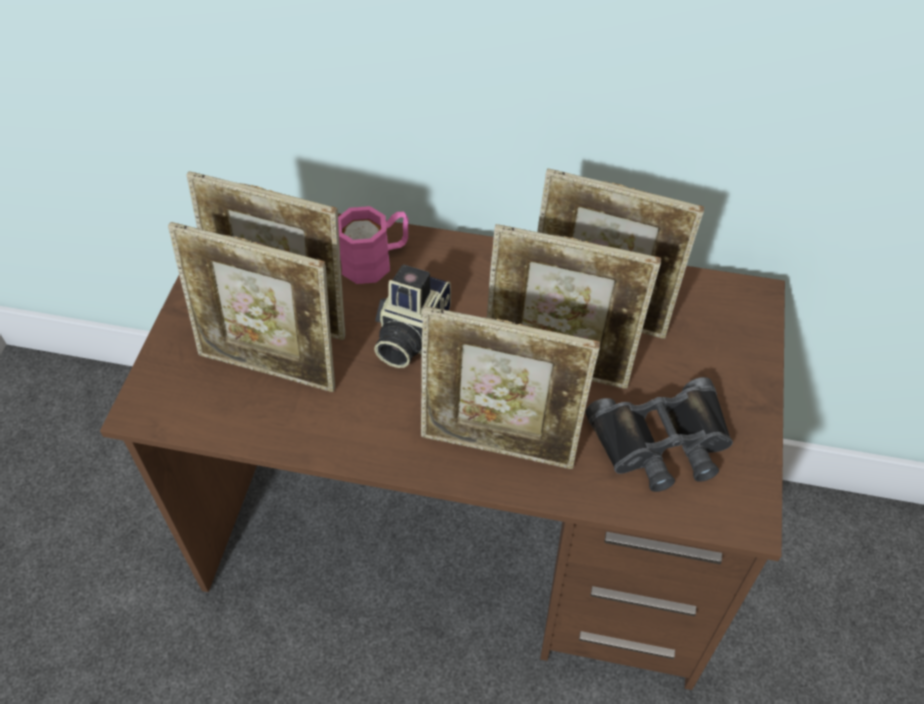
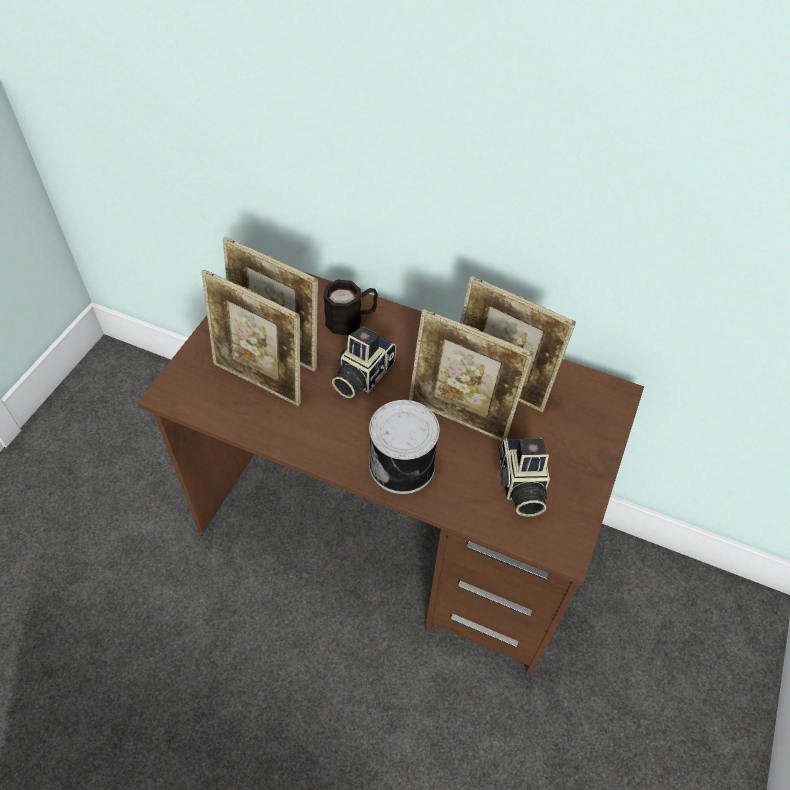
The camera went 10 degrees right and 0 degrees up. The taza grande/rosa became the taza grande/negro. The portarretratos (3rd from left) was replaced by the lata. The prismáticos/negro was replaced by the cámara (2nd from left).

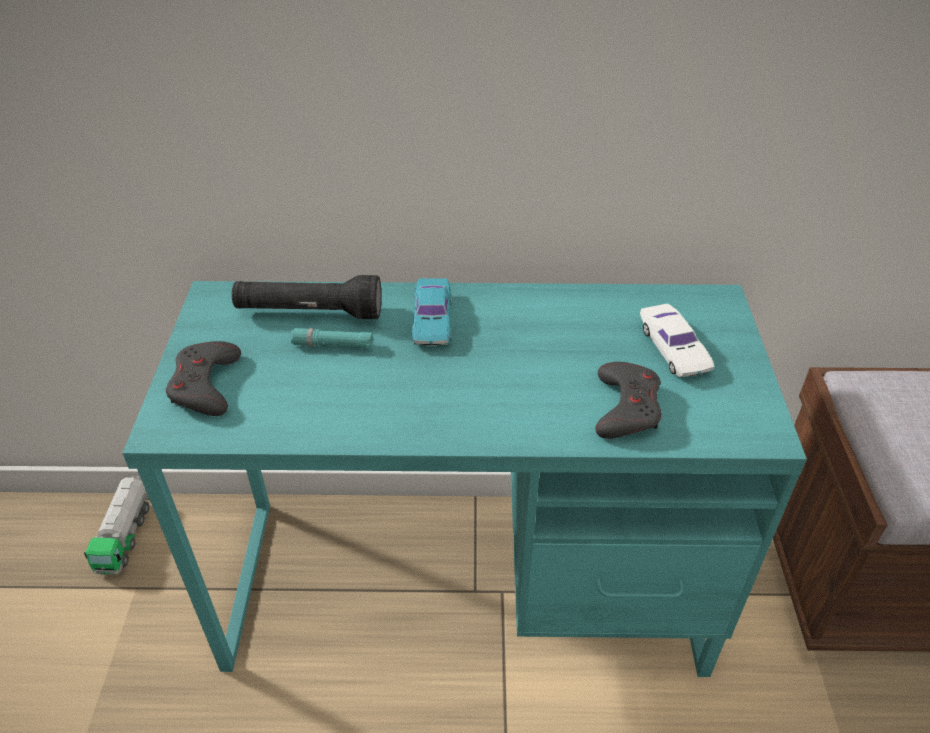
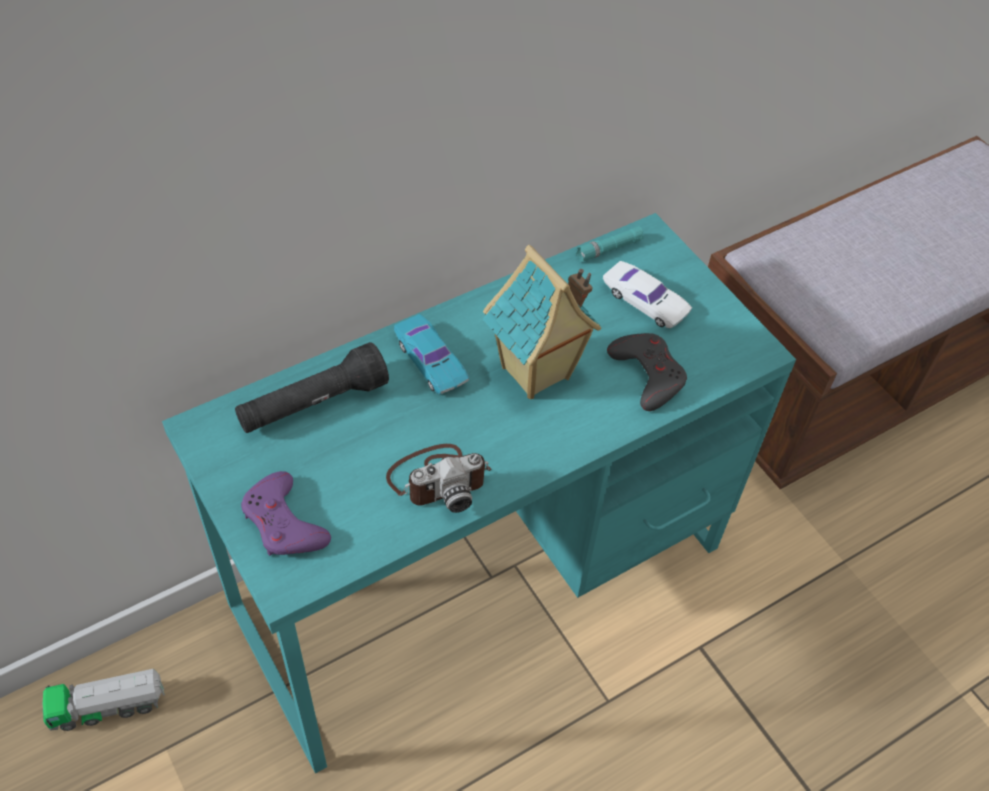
The camera went 35 degrees left and 10 degrees up. The camión de juguete turned 105 degrees clockwise. The mando de consola/gris (1st from left) became the mando de consola/morado. The cámara appeared. The casita appeared. The linterna/turquesa moved.

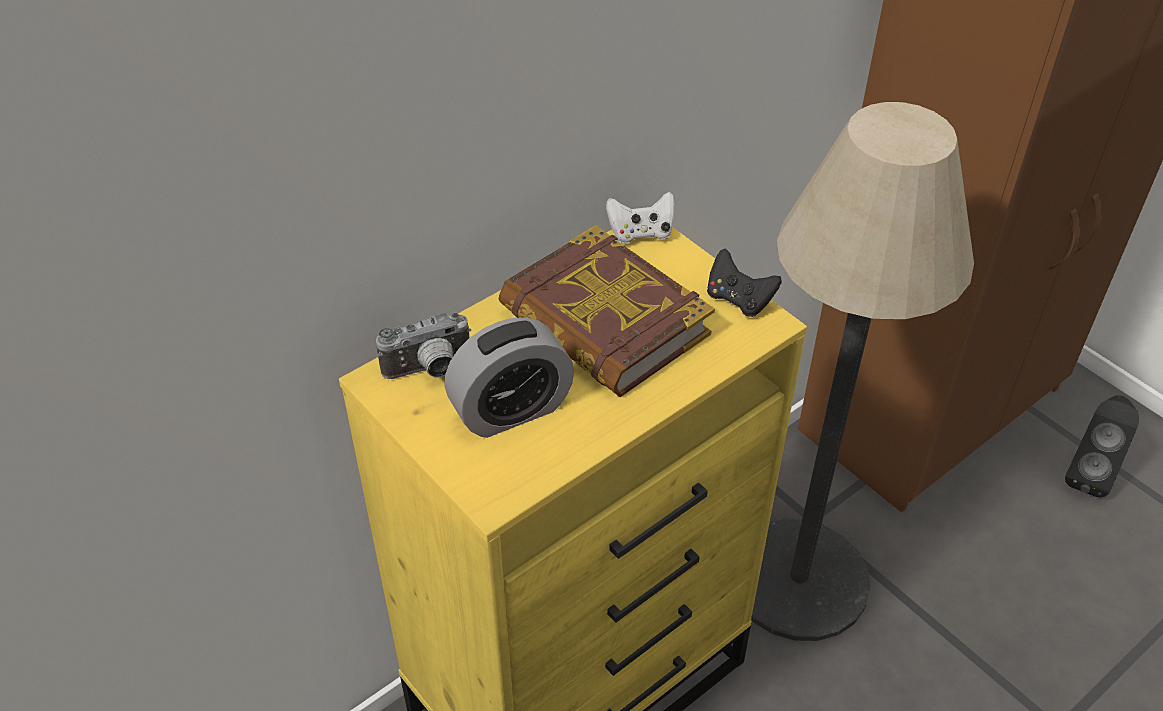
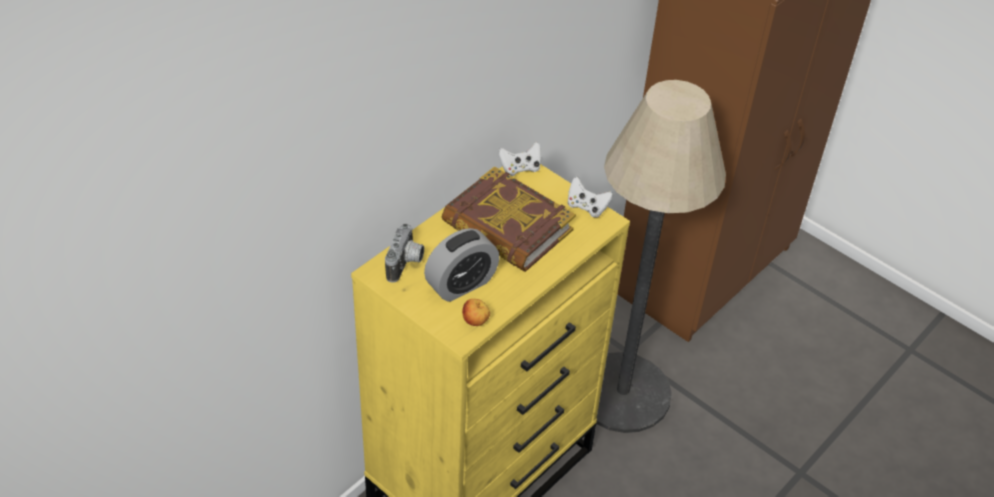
The camera went 10 degrees left and 0 degrees up. The cámara turned 45 degrees counterclockwise. The manzana appeared. The mando de consola/negro became the mando de consola/blanco (2nd from left). The altavoz/negro disappeared.

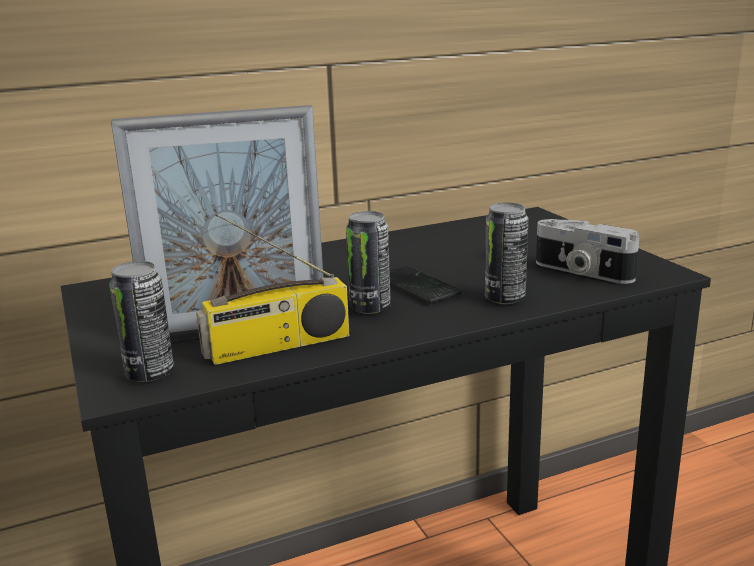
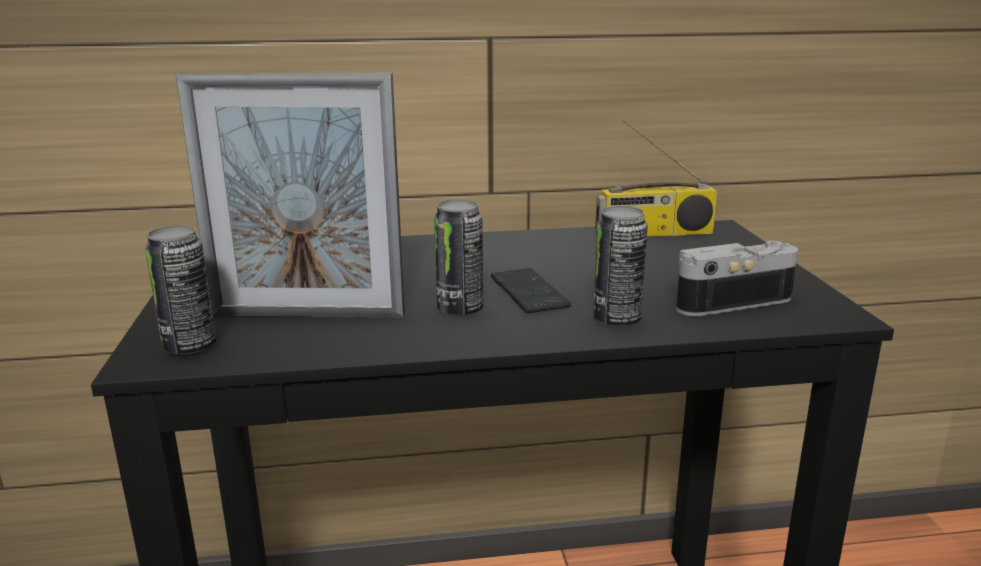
The camera went 15 degrees right and 0 degrees up. The radio moved. The cámara turned 105 degrees clockwise.

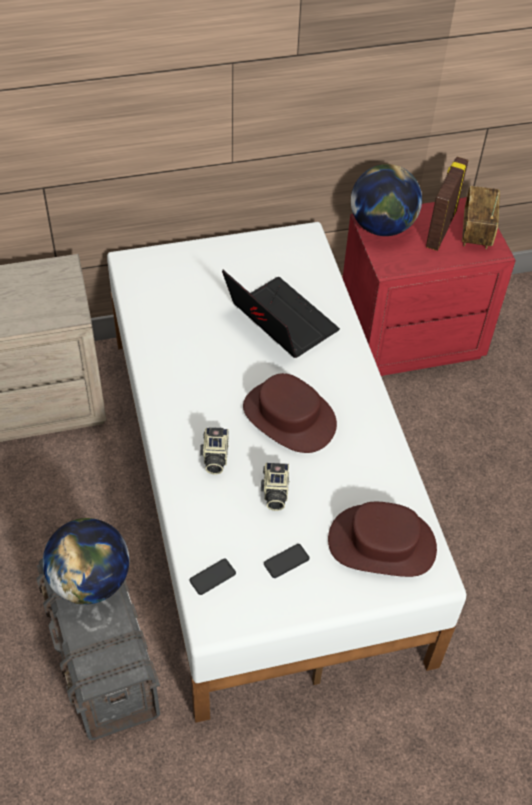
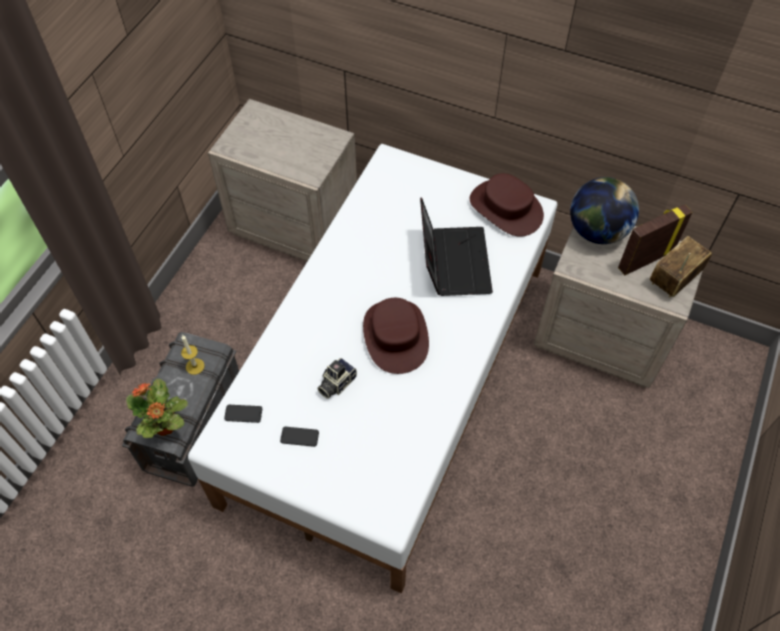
The camera went 40 degrees right and 5 degrees up. The planta en maceta appeared. The globo terráqueo (1st from left) was replaced by the vela. The sombrero/marrón (2nd from left) moved. The mesita de noche/rojo became the mesita de noche/beis (2nd from left). The cámara (1st from left) disappeared.

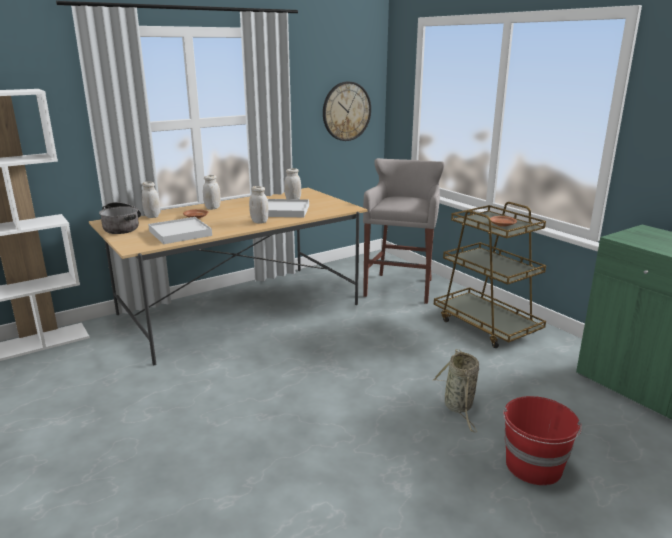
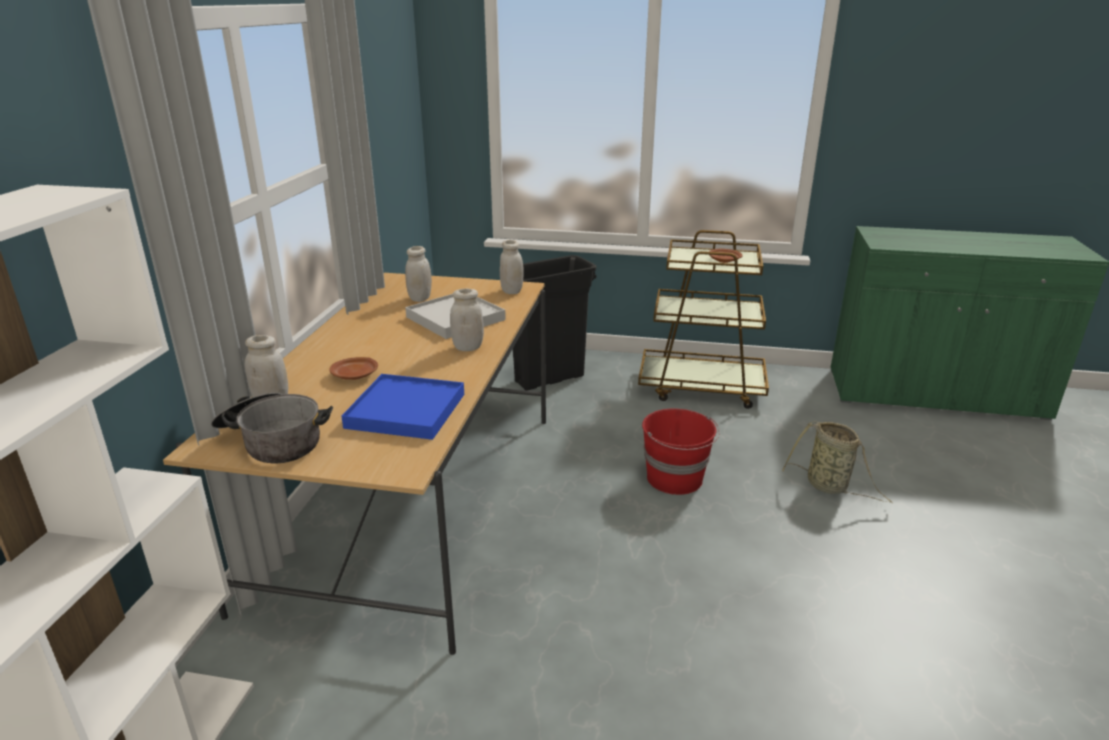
The camera went 45 degrees left and 5 degrees up. The bandeja/blanco (1st from left) became the bandeja/azul. The tarro/blanco (2nd from left in the first image) moved. The taburete/gris was replaced by the papelera/negro. The cubo/rojo moved. The reloj de pared disappeared.

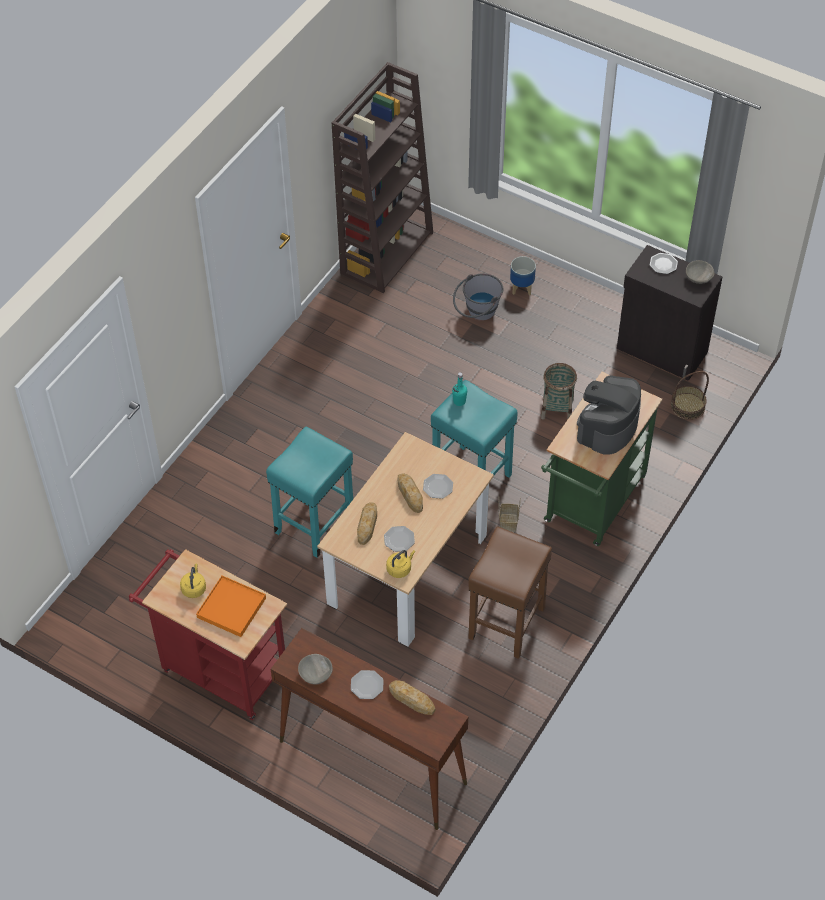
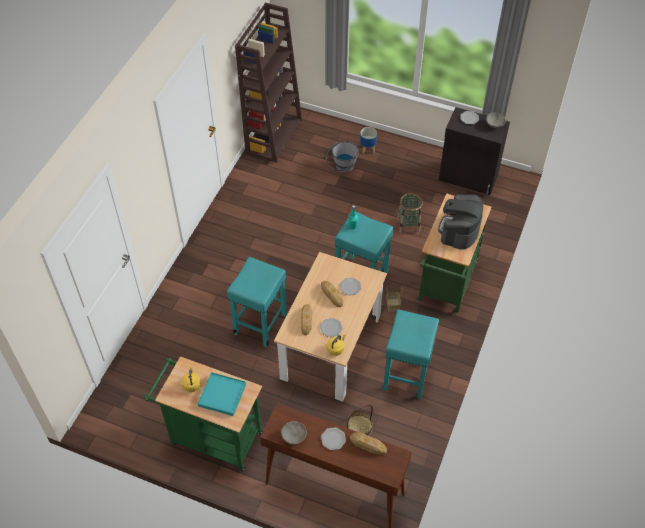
The camera went 10 degrees left and 0 degrees up. The carrito/rojo became the carrito/verde (1st from left). The bandeja/naranja became the bandeja/turquesa. The cesta (3rd from left in the first image) moved. The taburete/marrón became the taburete/turquesa (3rd from left).

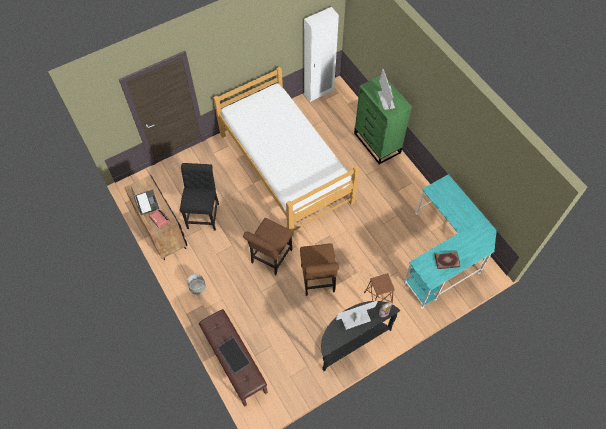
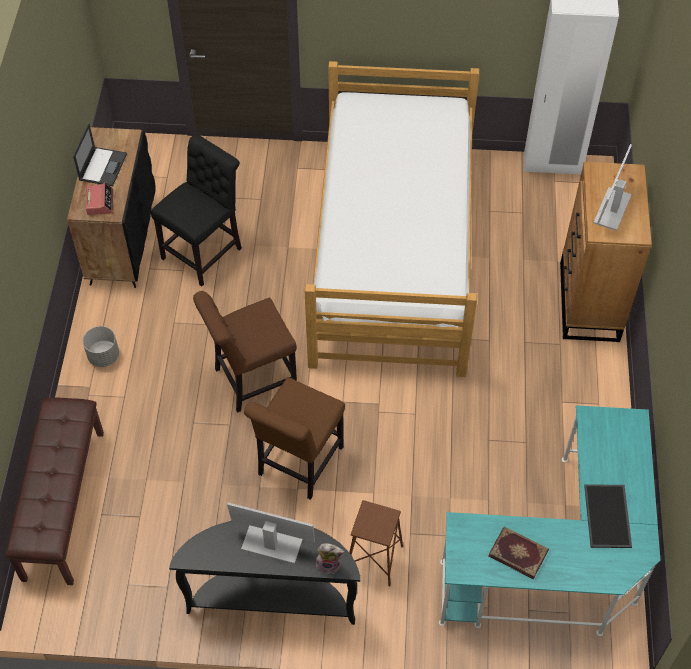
The camera went 35 degrees right and 5 degrees down. The cómoda/verde became the cómoda/marrón. The bandeja moved.

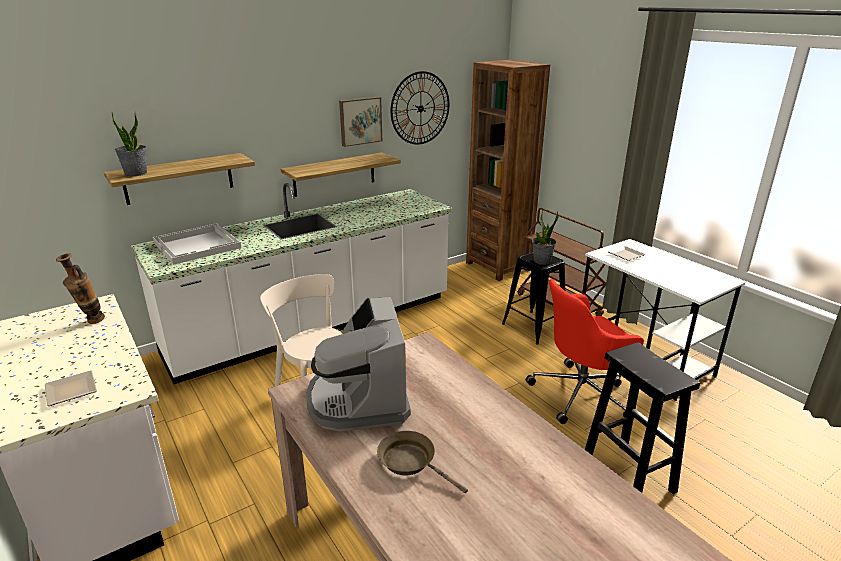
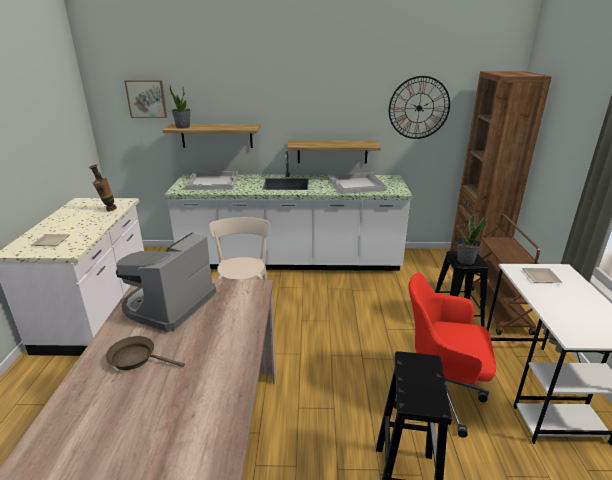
The camera went 35 degrees right and 0 degrees up. The sartén/marrón turned 60 degrees counterclockwise. The cuadro moved. The bandeja/blanco (2nd from left) appeared.

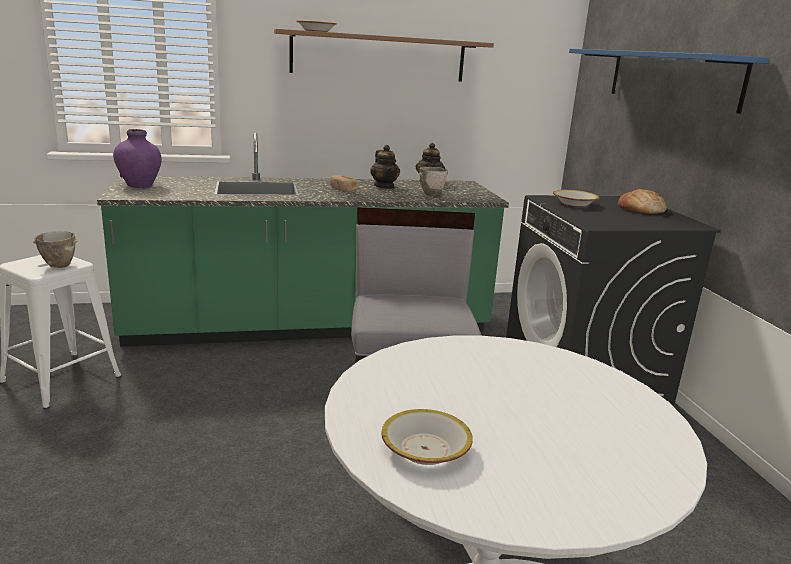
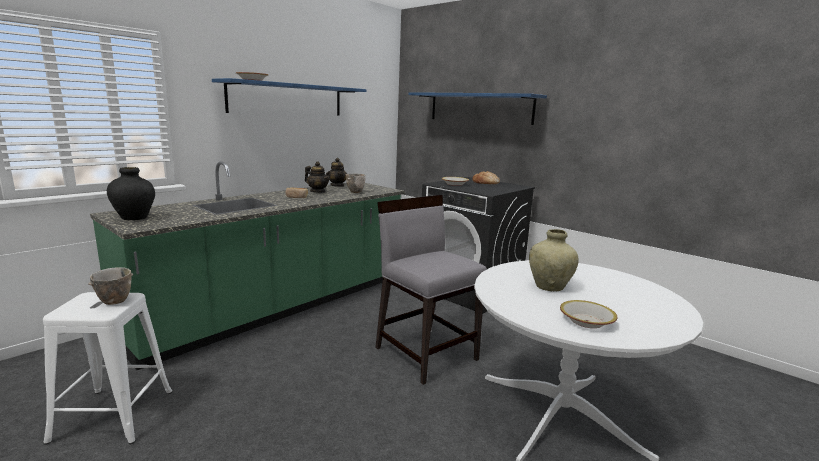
The camera went 35 degrees left and 5 degrees down. The florero/morado became the florero/negro. The estante/marrón became the estante/azul (1st from left). The florero/beis appeared.

